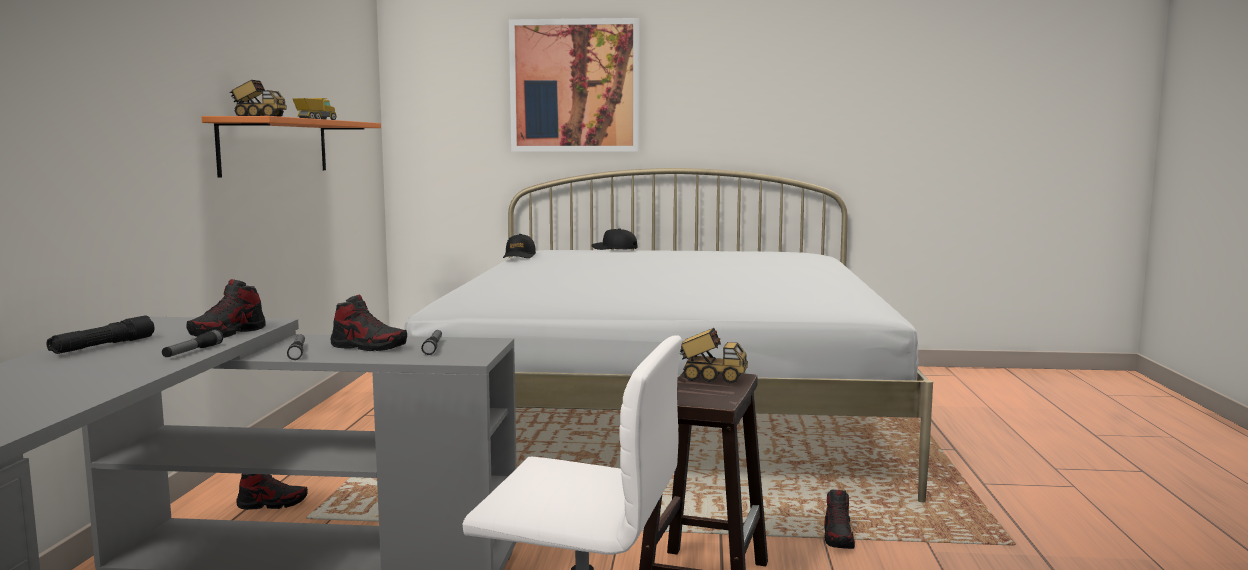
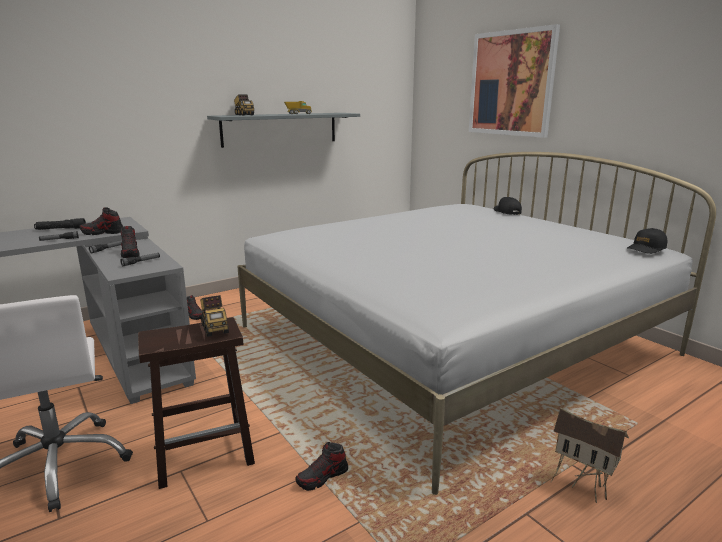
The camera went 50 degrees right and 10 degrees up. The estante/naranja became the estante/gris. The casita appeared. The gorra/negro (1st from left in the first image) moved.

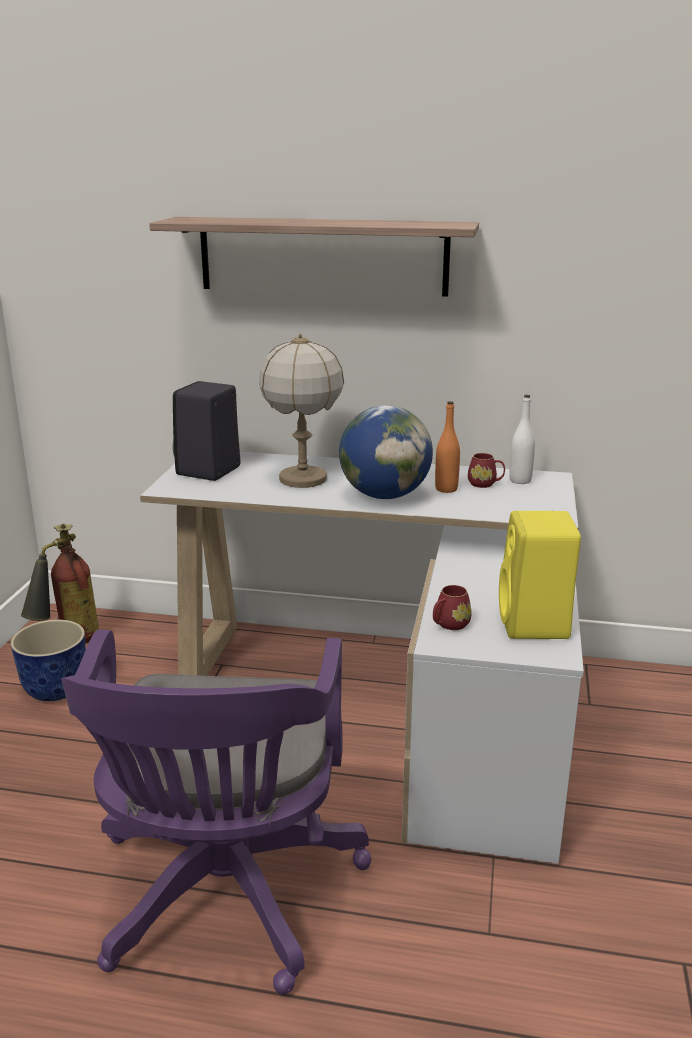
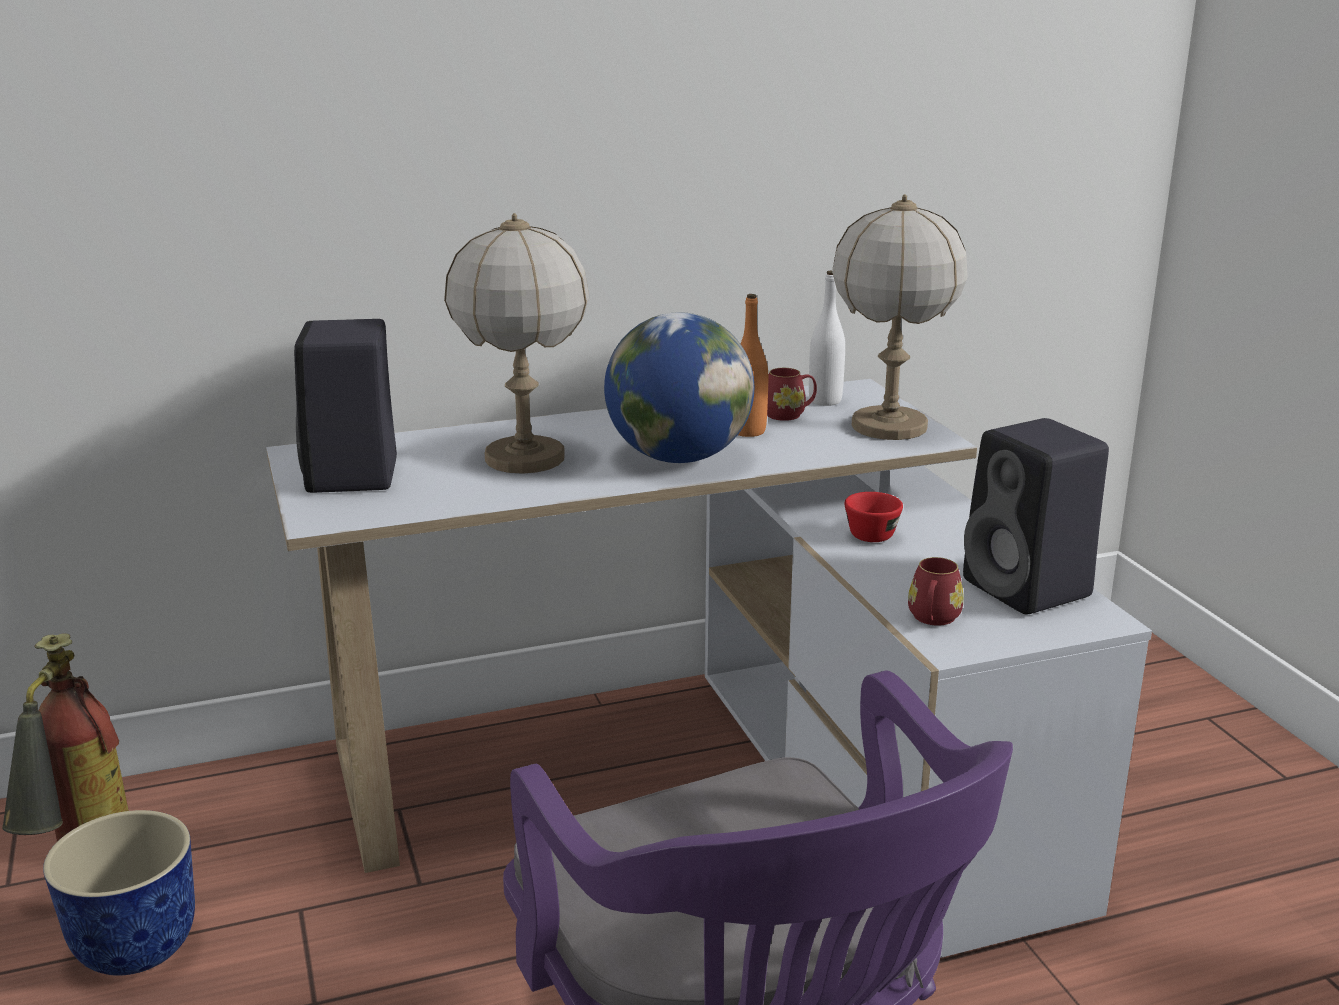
The camera went 30 degrees left and 0 degrees up. The lámpara de mesa (2nd from left) appeared. The taza/rojo appeared. The altavoz/amarillo became the altavoz/negro (2nd from left). The estante disappeared.

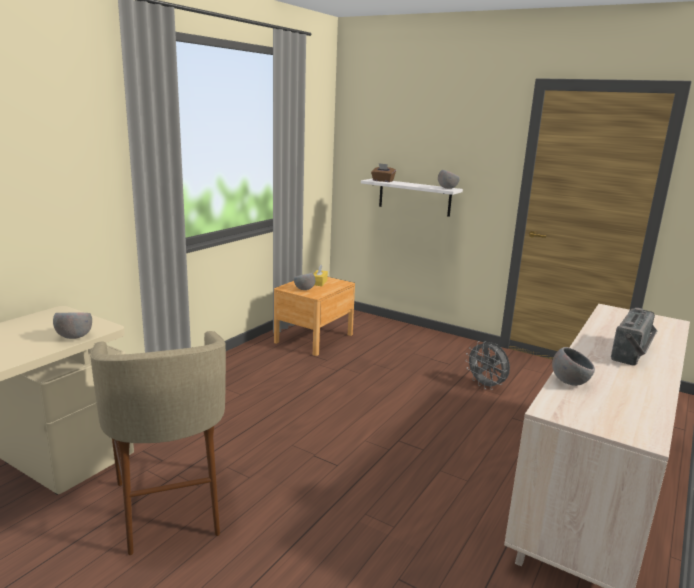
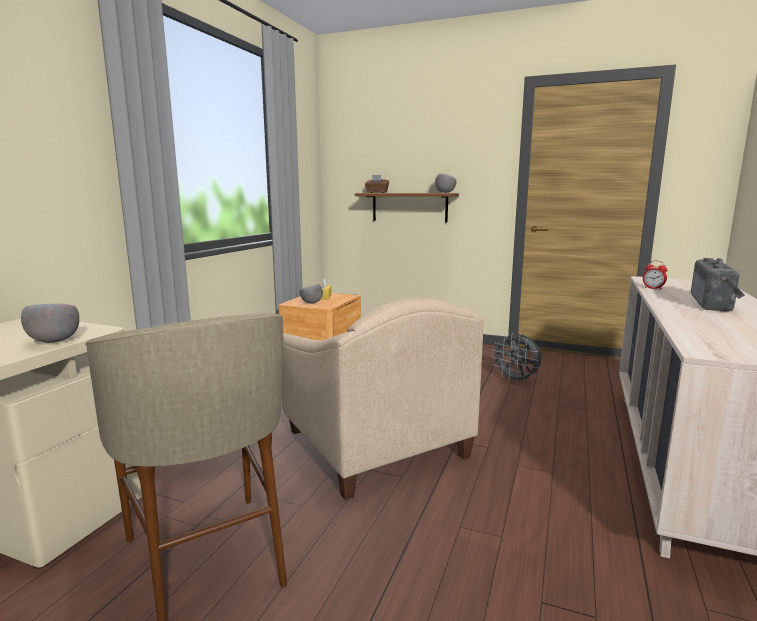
The camera went 10 degrees left and 5 degrees down. The sillón/beis appeared. The estante/blanco became the estante/marrón. The despertador appeared. The cuenco/gris (4th from left) disappeared.

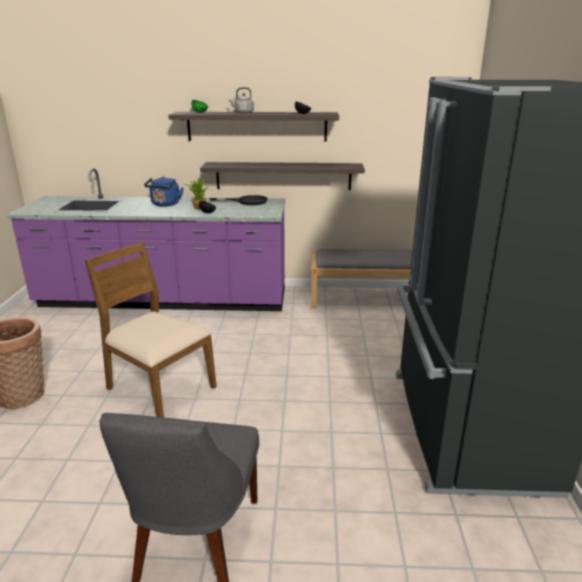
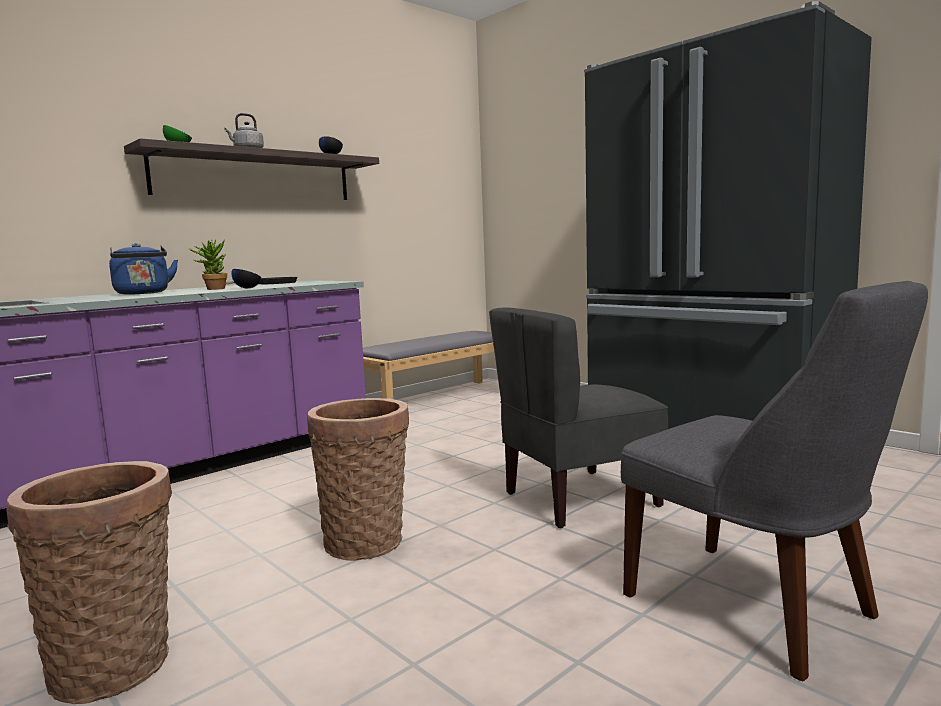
The camera went 45 degrees left and 15 degrees down. The silla/marrón was replaced by the cesta (2nd from left). The silla/gris (1st from left) appeared. The estante (2nd from left) disappeared.

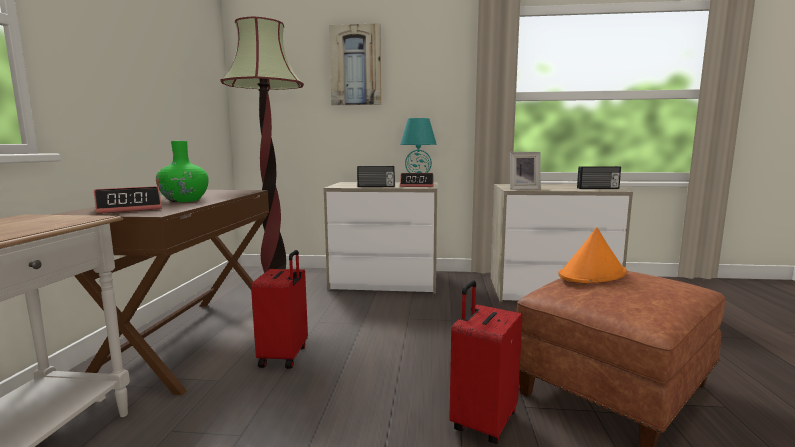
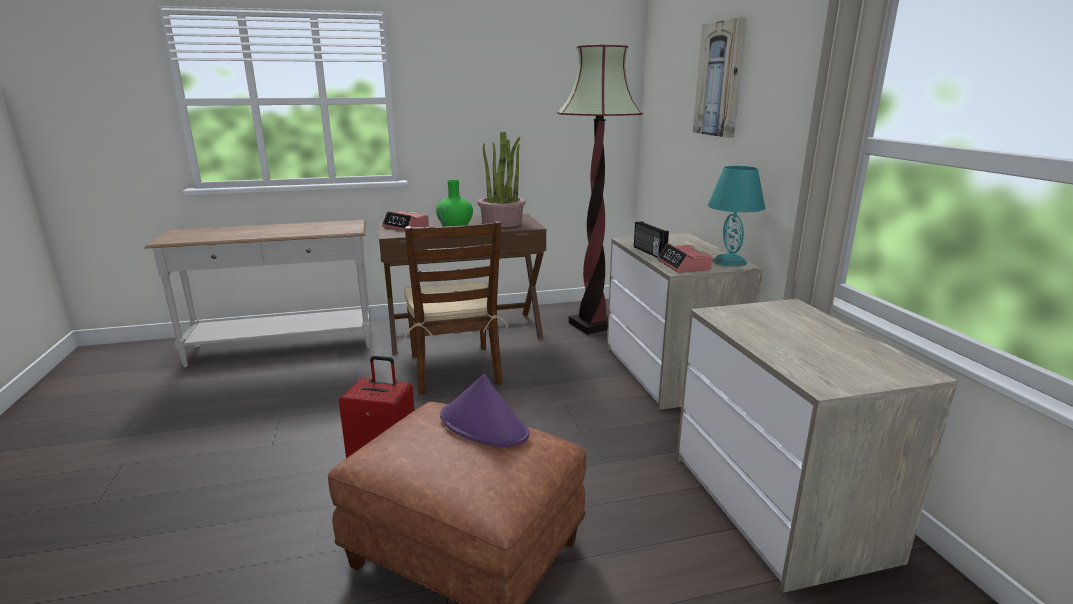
The camera went 70 degrees right and 10 degrees up. The maleta/rojo (1st from left) was replaced by the silla/marrón. The sombrero/naranja became the sombrero/morado. The planta en maceta appeared. The portarretratos disappeared. The radio (2nd from left) disappeared.

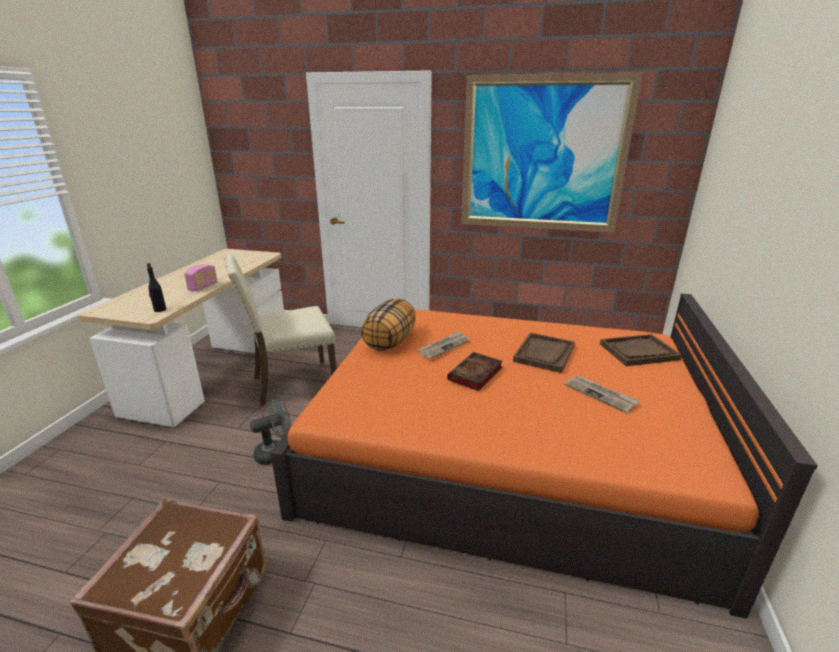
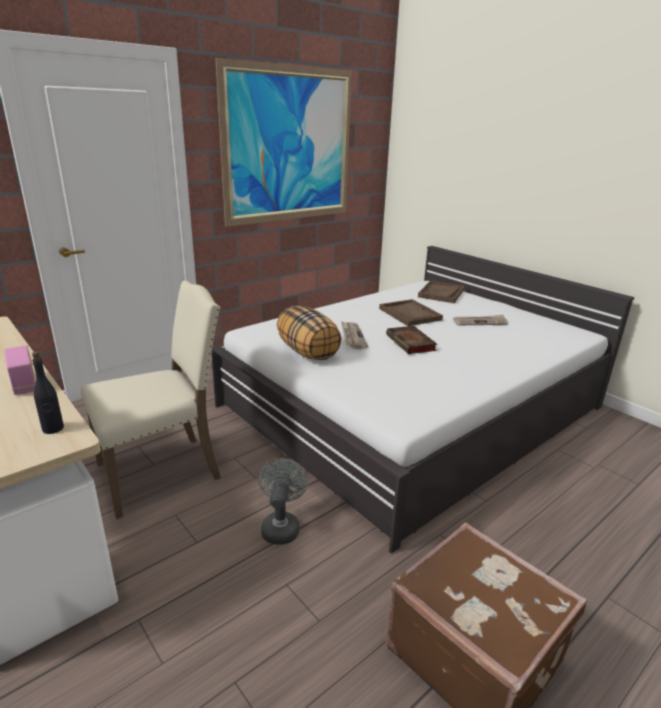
The camera went 55 degrees left and 0 degrees up. The silla/beis turned 135 degrees counterclockwise. The cama/naranja became the cama/blanco.

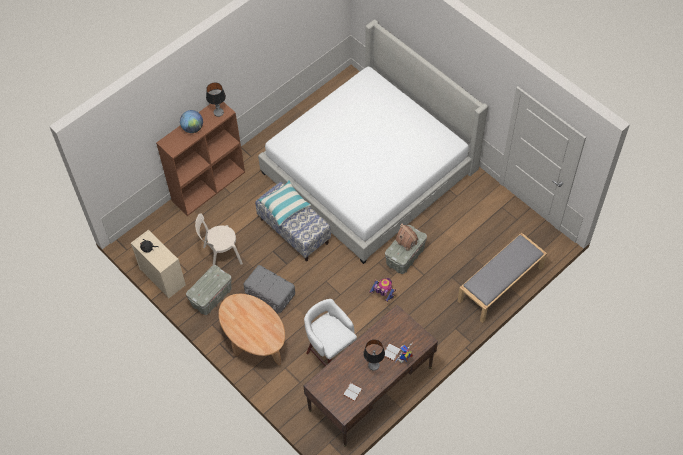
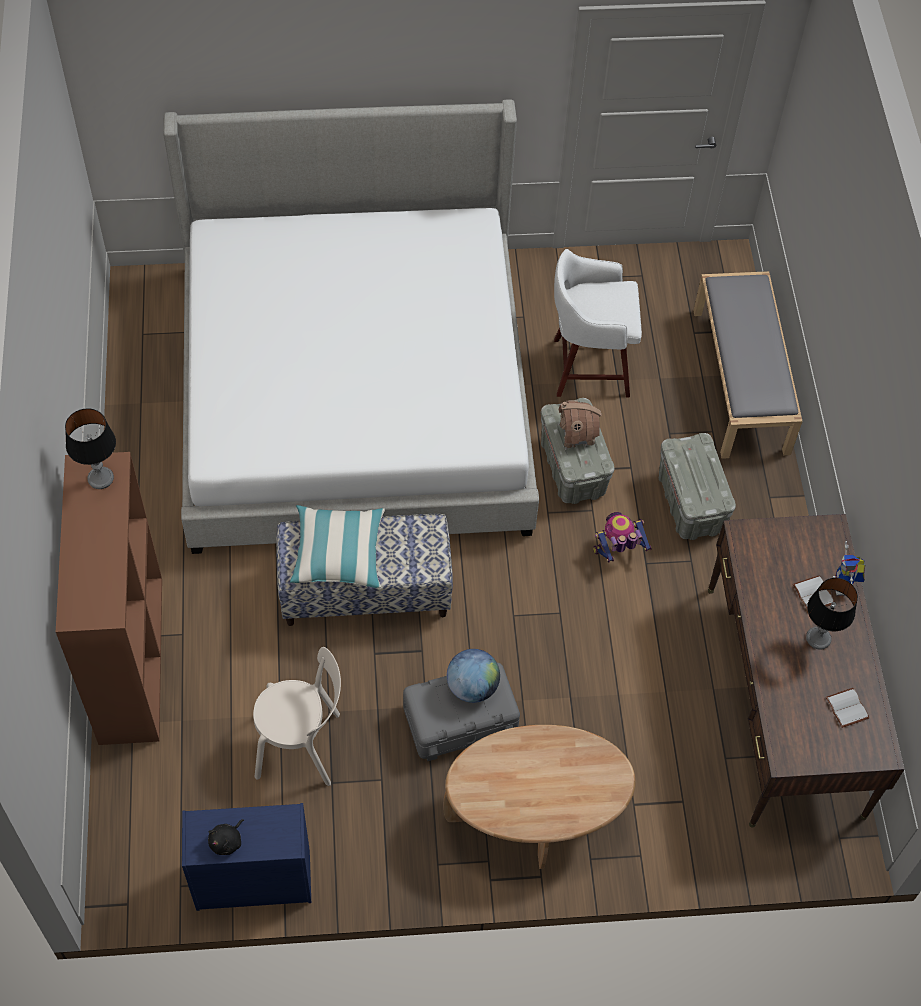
The camera went 55 degrees left and 0 degrees up. The cómoda/beis became the cómoda/azul. The silla/beis turned 105 degrees counterclockwise. The globo terráqueo moved. The taburete/blanco moved. The caja de almacenaje/gris (1st from left in the first image) moved.

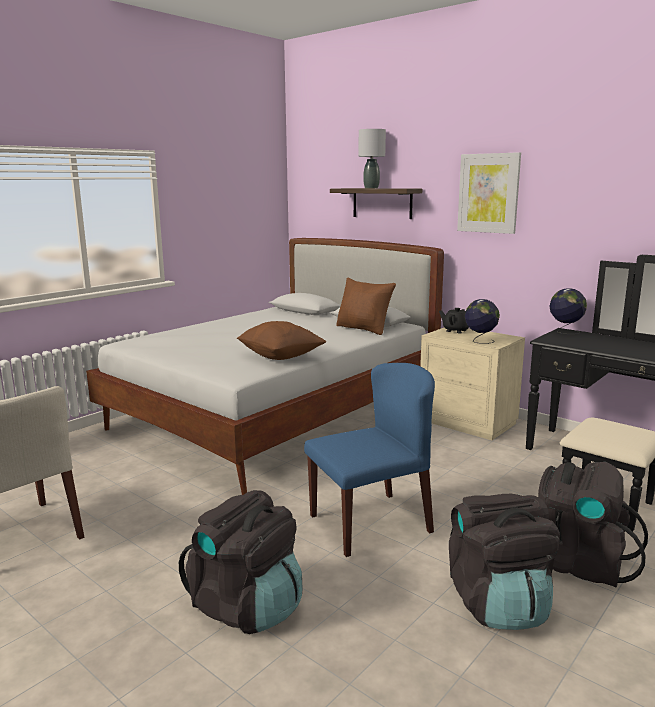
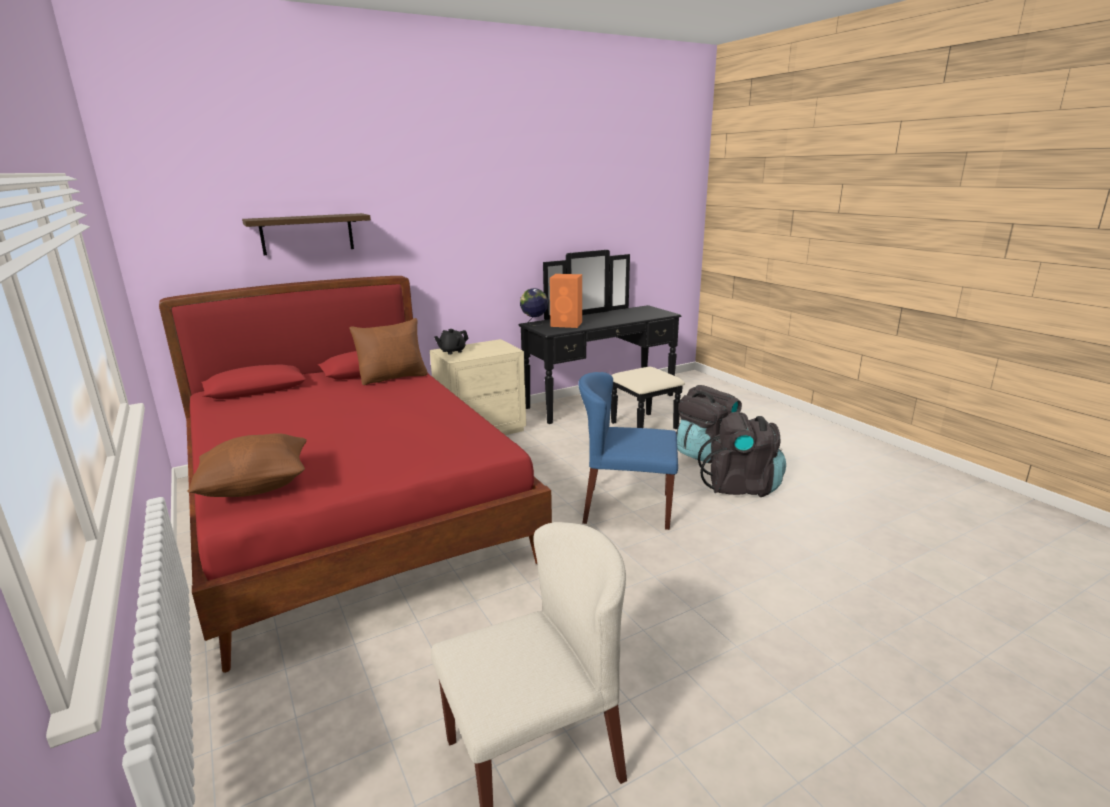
The camera went 70 degrees left and 5 degrees up. The cama/blanco became the cama/rojo. The cojín/marrón (1st from left) moved. The altavoz/naranja appeared. The silla/azul turned 75 degrees counterclockwise. The mochila/negro (1st from left) disappeared. The lámpara de mesa/gris disappeared. The cuadro disappeared. The globo terráqueo (1st from left) disappeared.

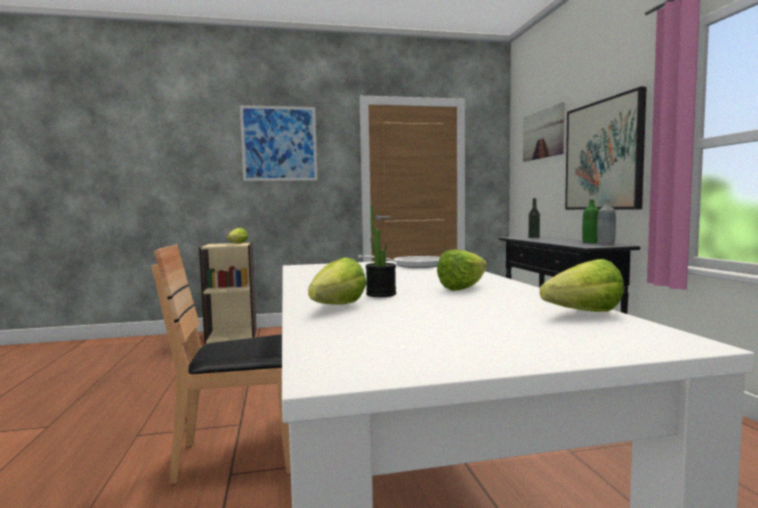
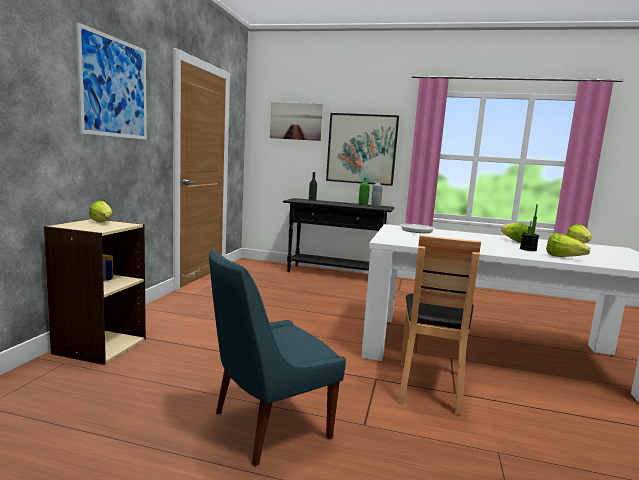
The camera went 65 degrees left and 5 degrees up. The silla/azul appeared.

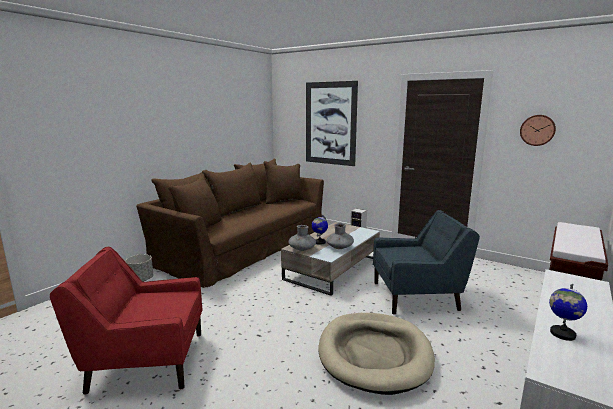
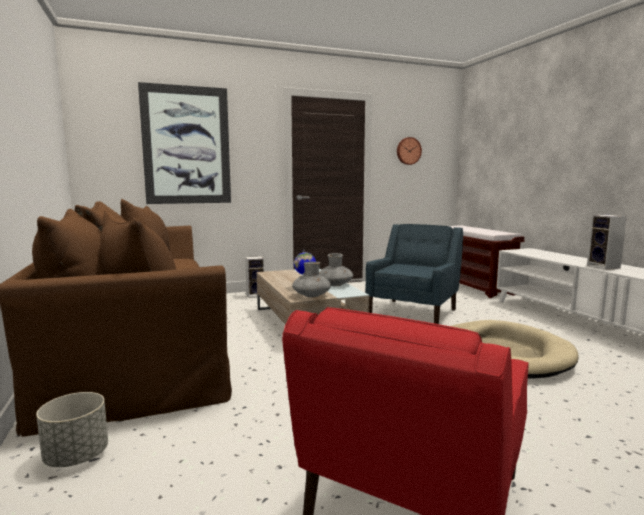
The camera went 55 degrees left and 5 degrees down. The globo terráqueo (2nd from left) was replaced by the altavoz (2nd from left).

